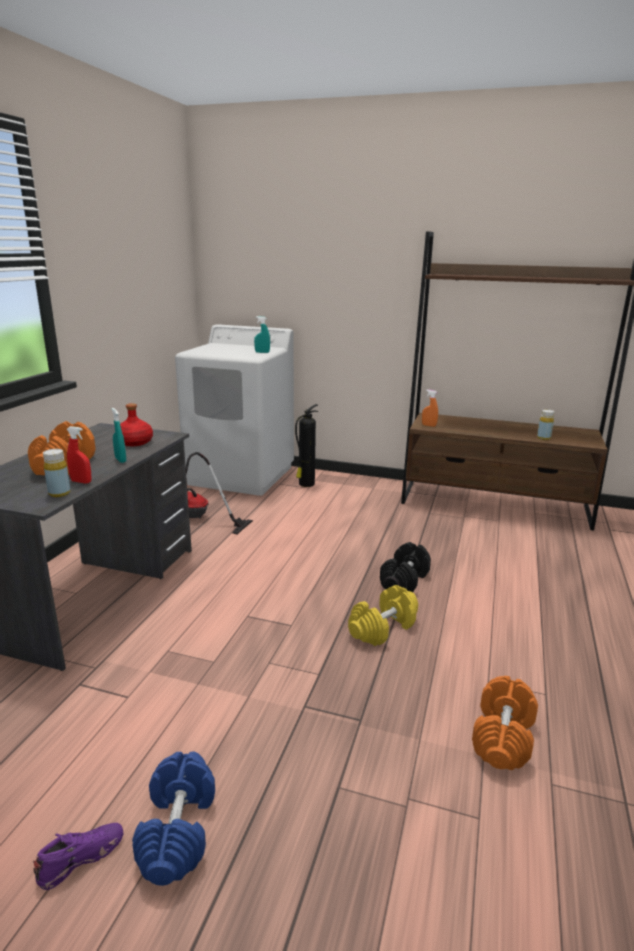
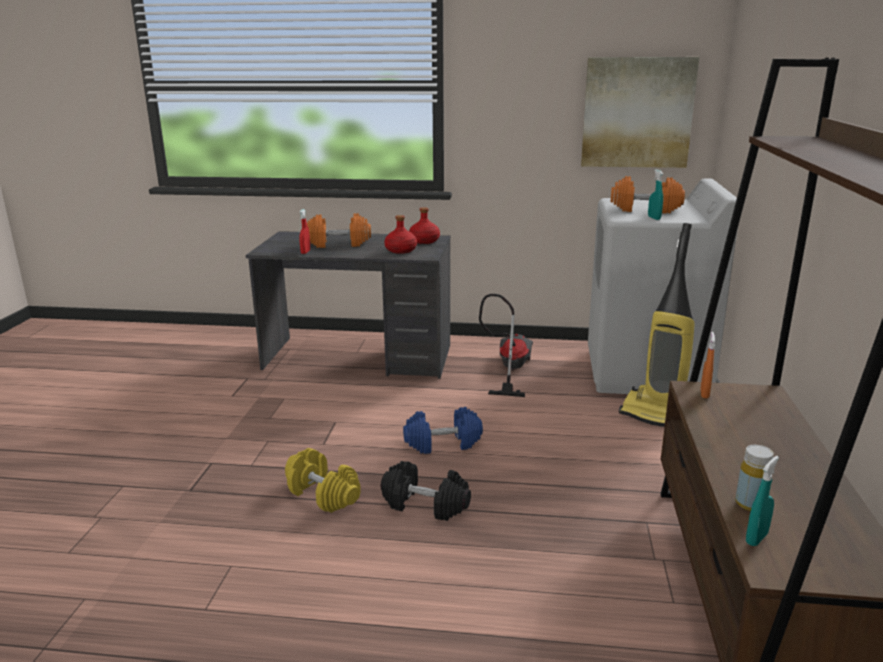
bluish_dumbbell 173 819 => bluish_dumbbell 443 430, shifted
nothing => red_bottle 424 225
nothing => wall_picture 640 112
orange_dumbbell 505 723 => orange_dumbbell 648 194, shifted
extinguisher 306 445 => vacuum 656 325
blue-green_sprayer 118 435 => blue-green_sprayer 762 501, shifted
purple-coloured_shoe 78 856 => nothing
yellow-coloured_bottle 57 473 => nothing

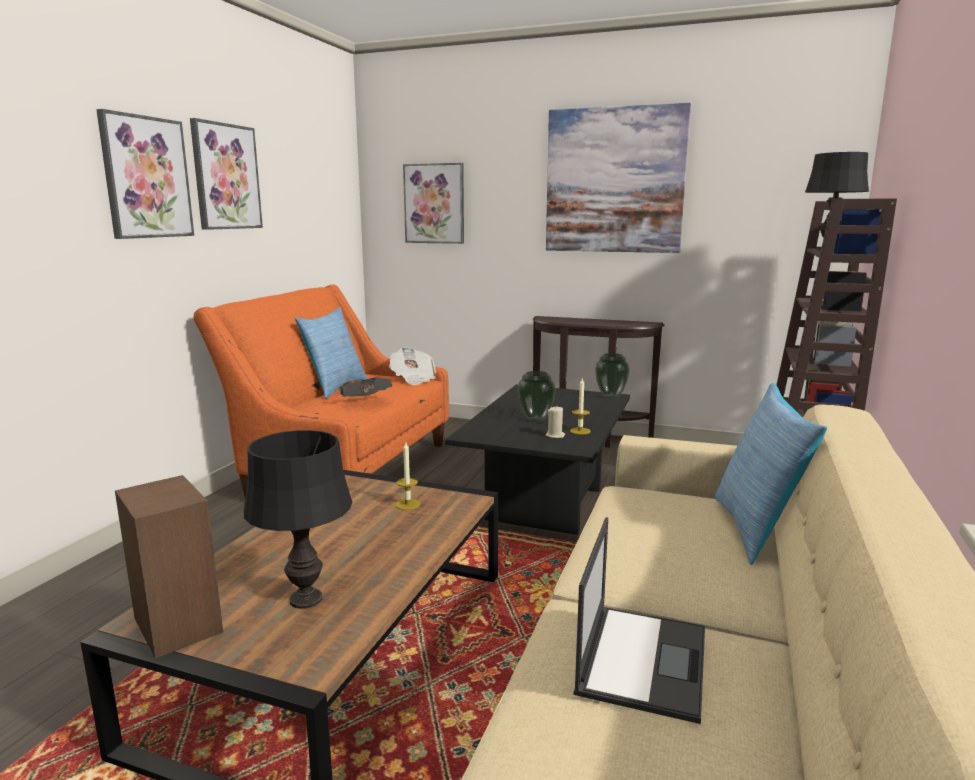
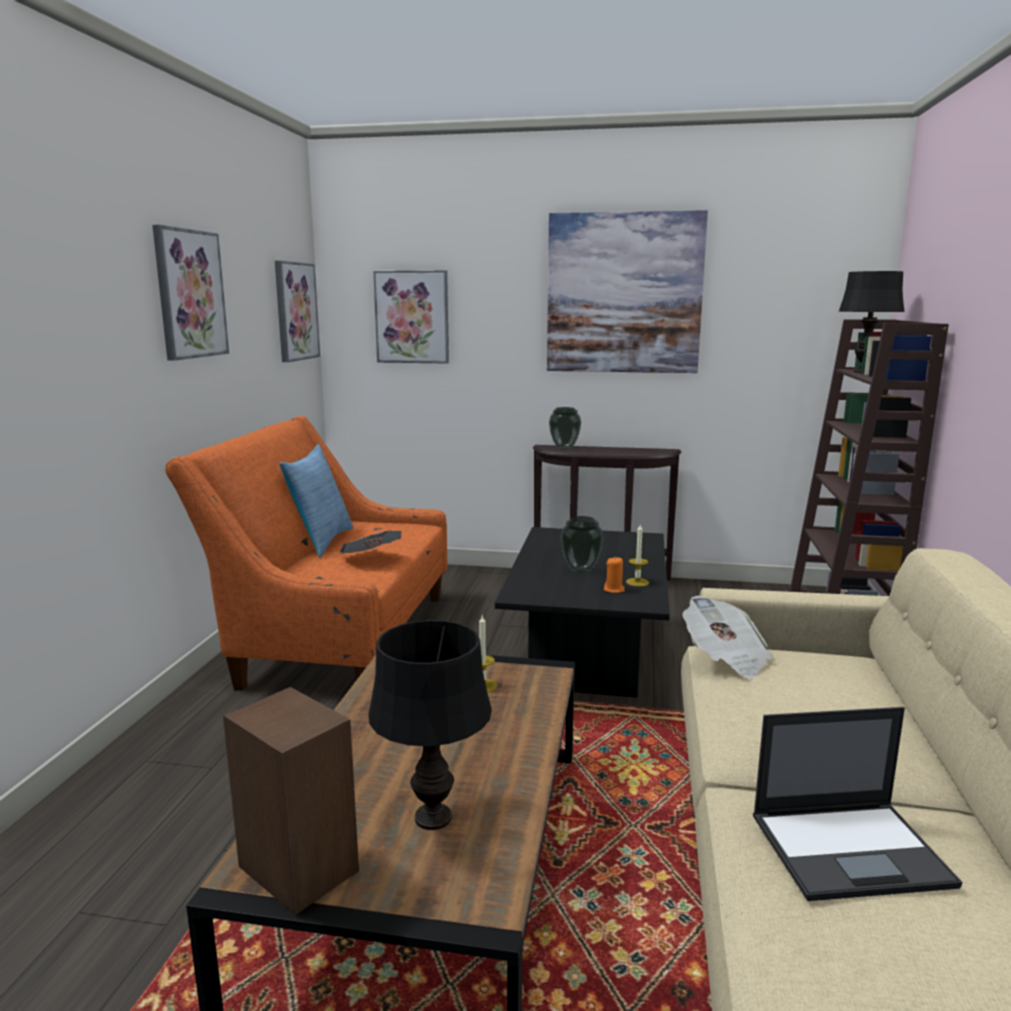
wall_picture 145 174 => wall_picture 297 311, shifted
decorative_vase 612 375 => decorative_vase 565 428, shifted
beige-coloured_candle 555 422 => orange_candle 614 575
daily_paper 412 366 => daily_paper 727 637, shifted
notebook_computer 639 620 => notebook_computer 857 804, 75 degrees clockwise
pillow 770 474 => nothing

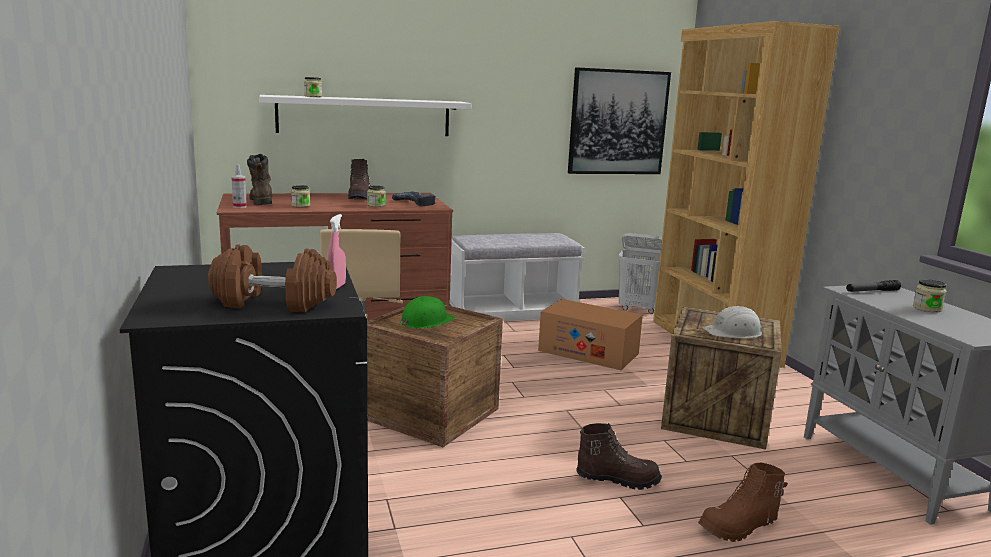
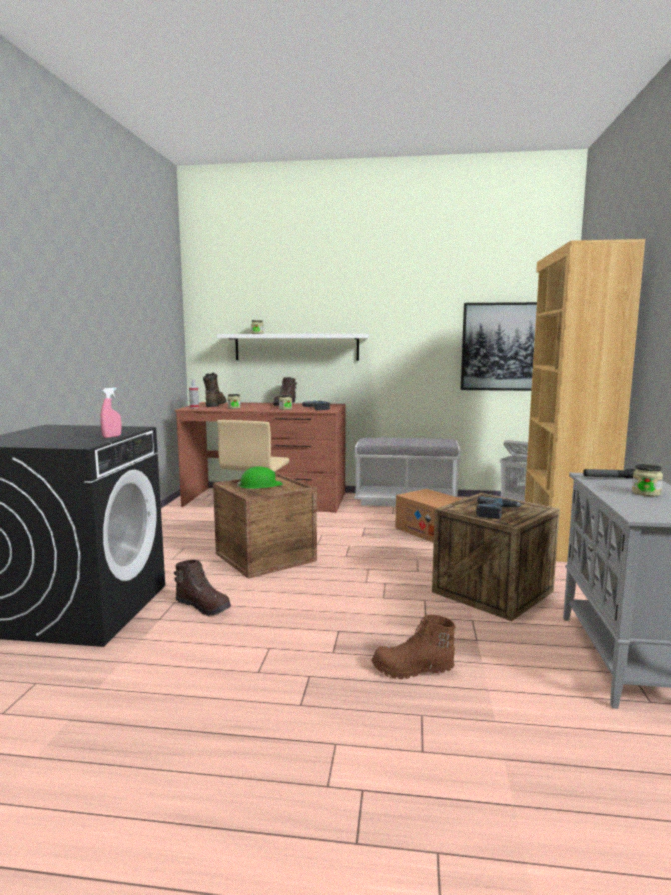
brown-coloured_tall_boot 619 456 => brown-coloured_tall_boot 202 588, shifted
white_safety_helmet 732 322 => electric_drill 499 507
brown-coloured_dumbbell 272 278 => nothing

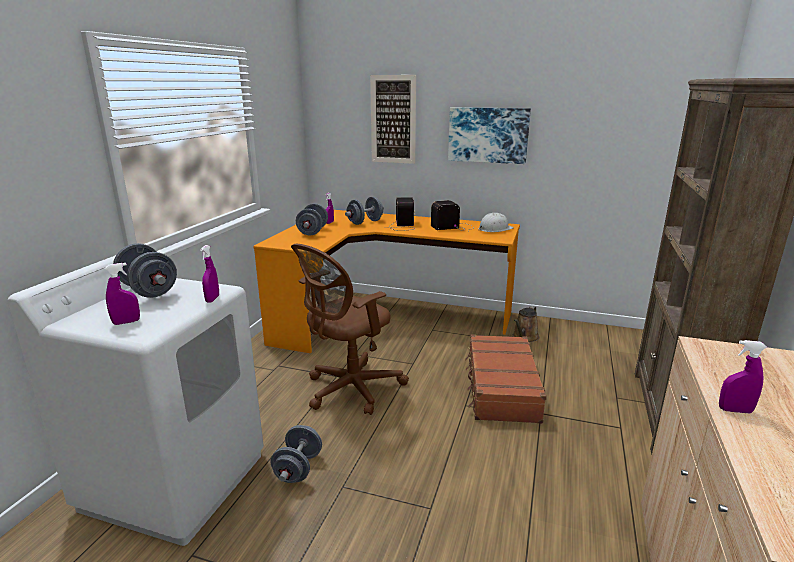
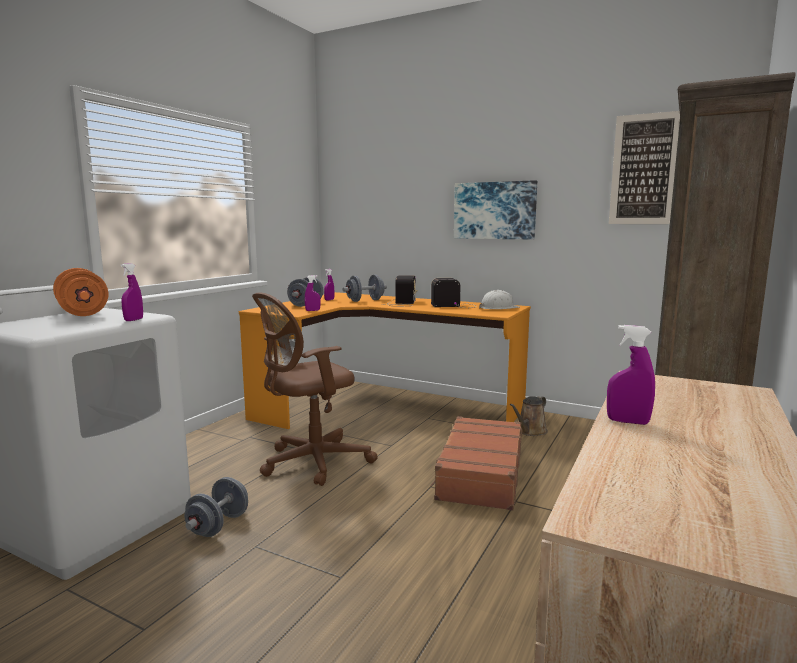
gray_dumbbell 145 270 => orange_dumbbell 80 292
purple-coloured_sprayer 122 294 => purple-coloured_sprayer 313 293, shifted
wall_picture 393 119 => wall_picture 644 167, shifted

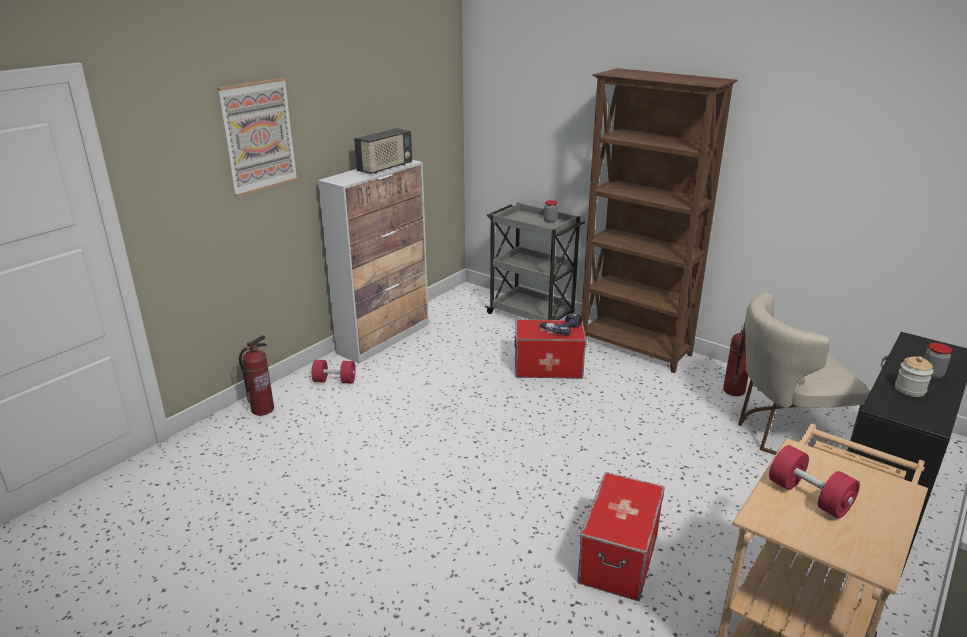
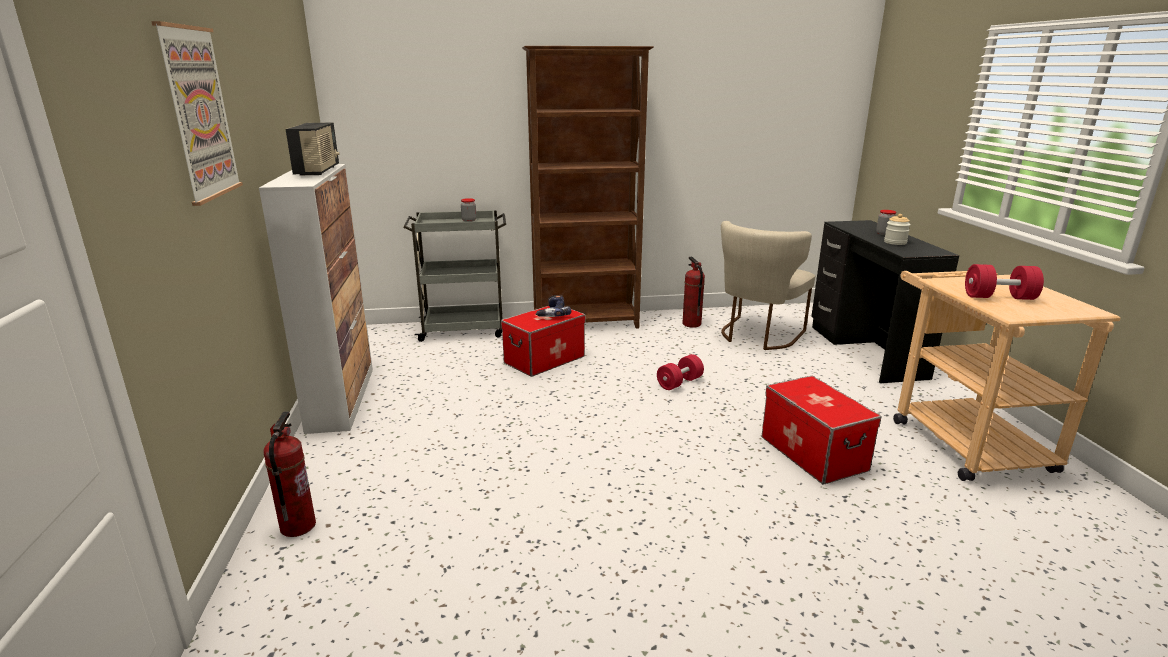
red_dumbbell 334 372 => red_dumbbell 680 372, shifted

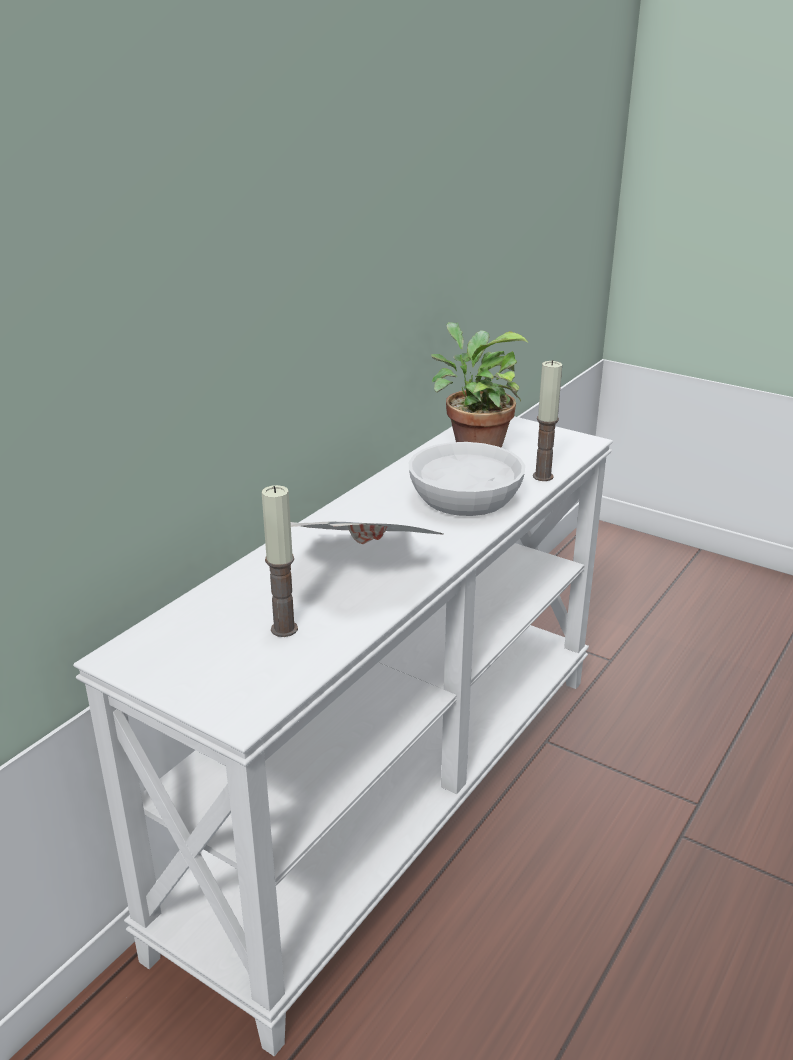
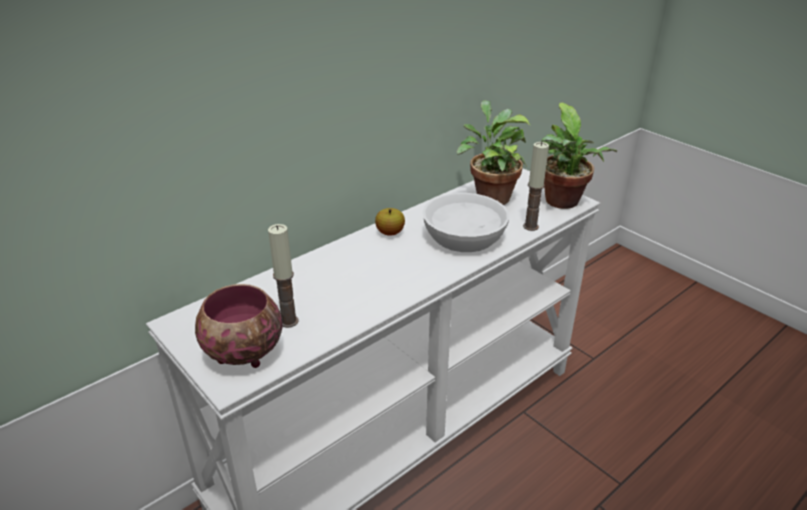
nothing => serving_bowl 239 326
nothing => apple_fruit 390 222
nothing => plant_in_a_pot 579 156
daily_paper 367 533 => nothing

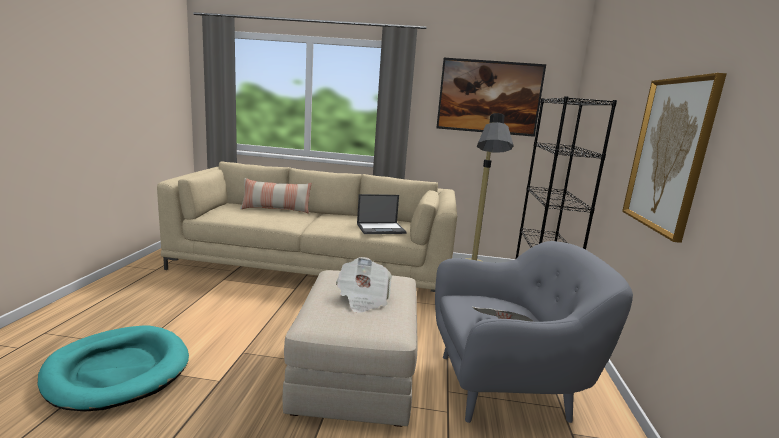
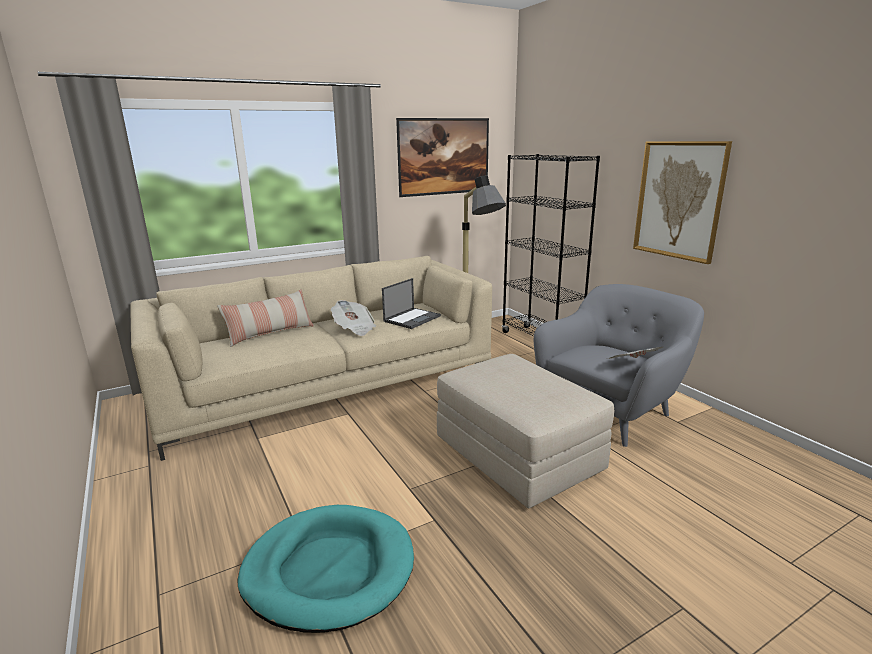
daily_paper 364 285 => daily_paper 353 318, shifted

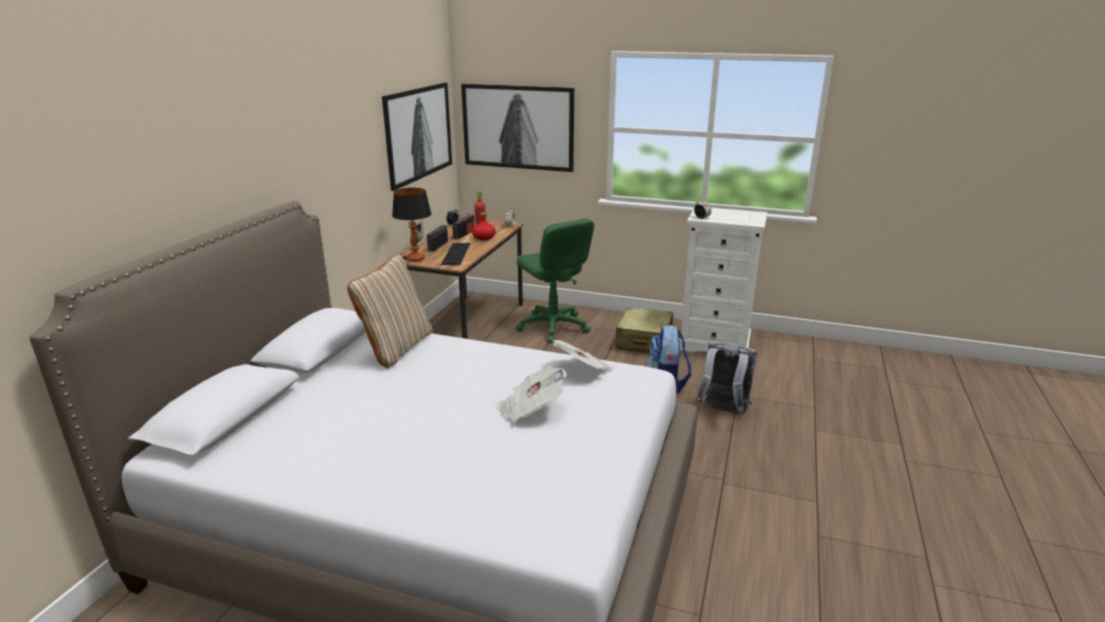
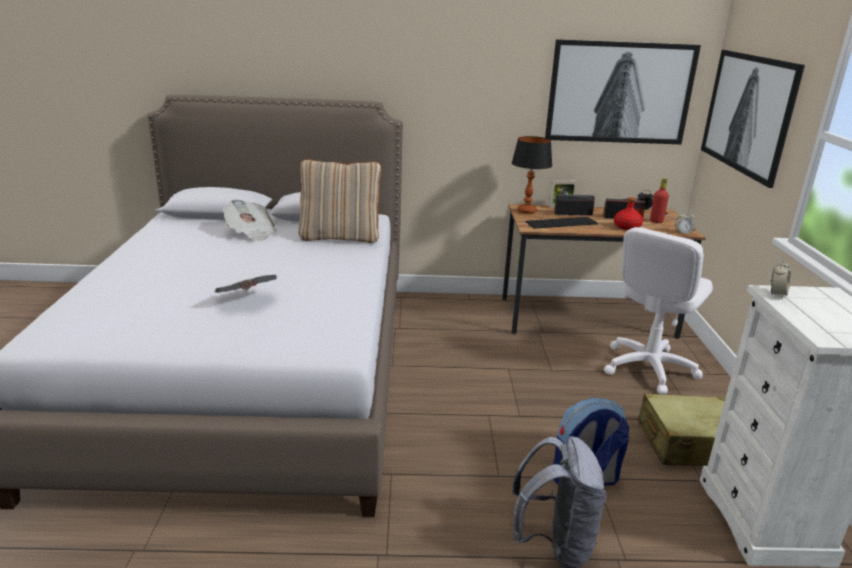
daily_paper 583 355 => daily_paper 250 220, shifted
green-coloured_computer_chair 555 281 => white_computer_chair 658 310

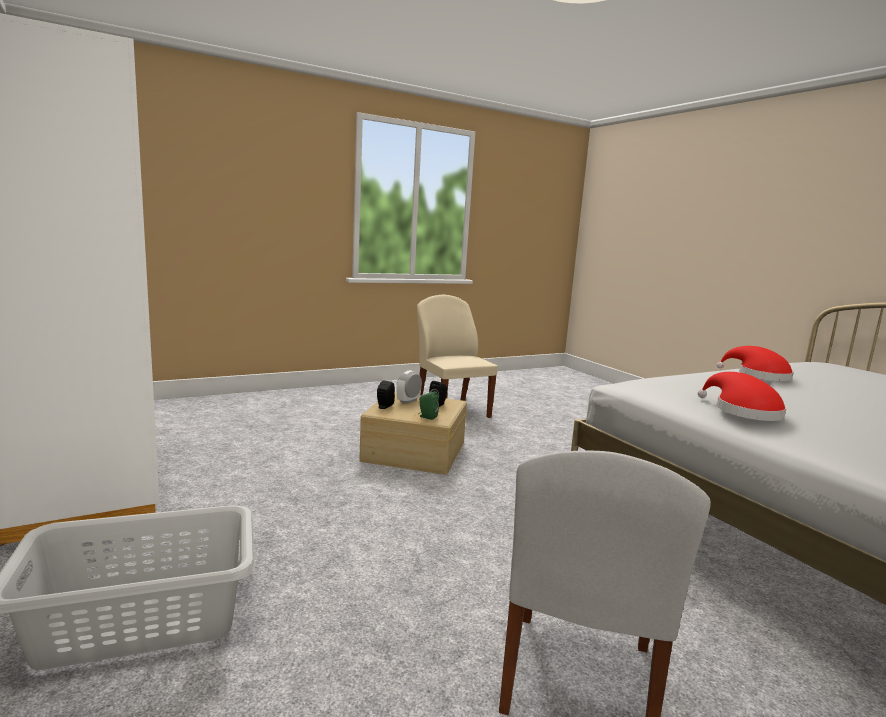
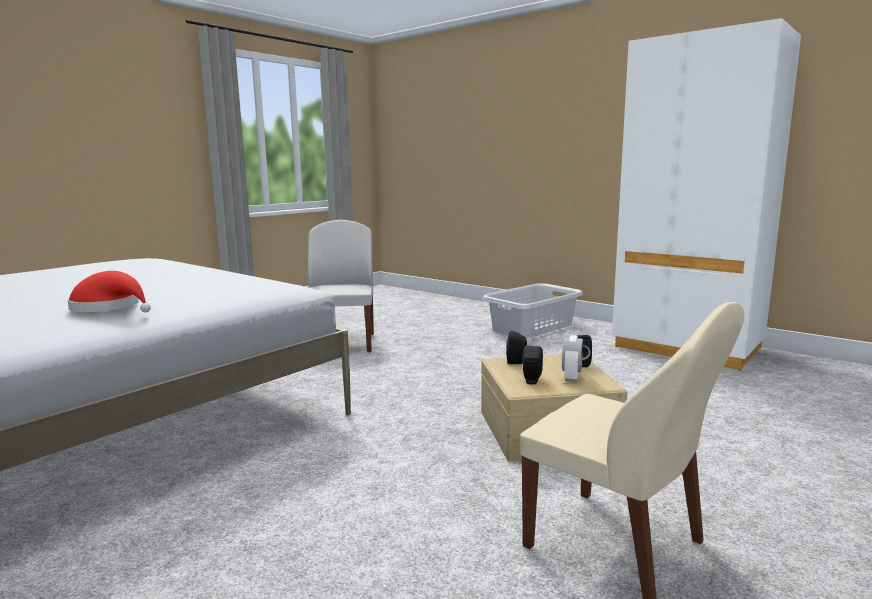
green-coloured_audio_speaker 429 405 => black_audio_speaker 516 347
red_wearable_hat 742 396 => nothing

